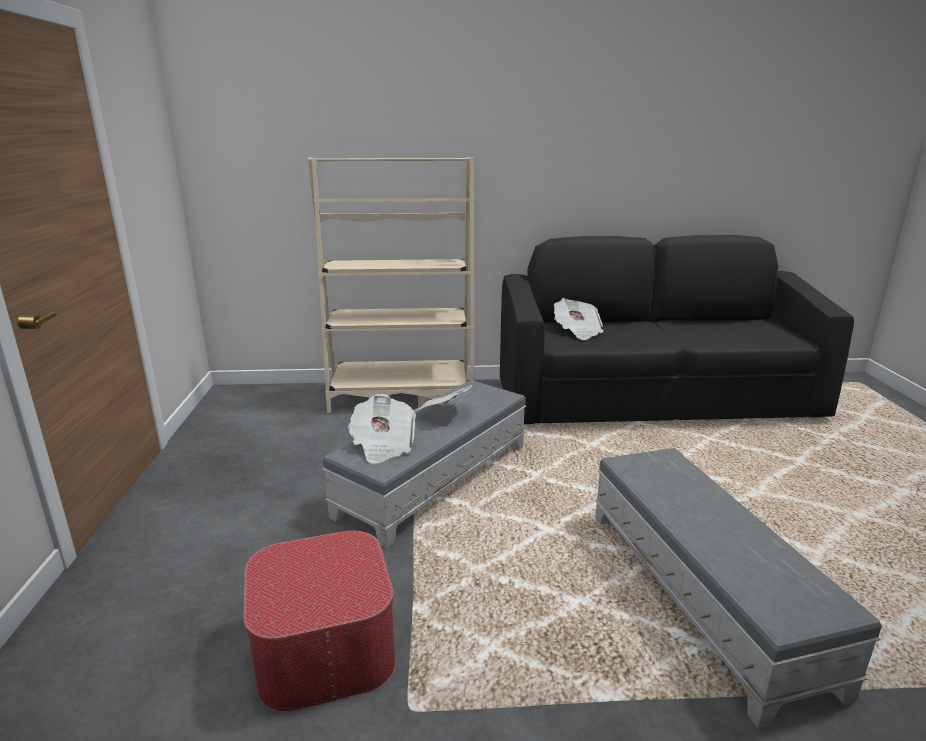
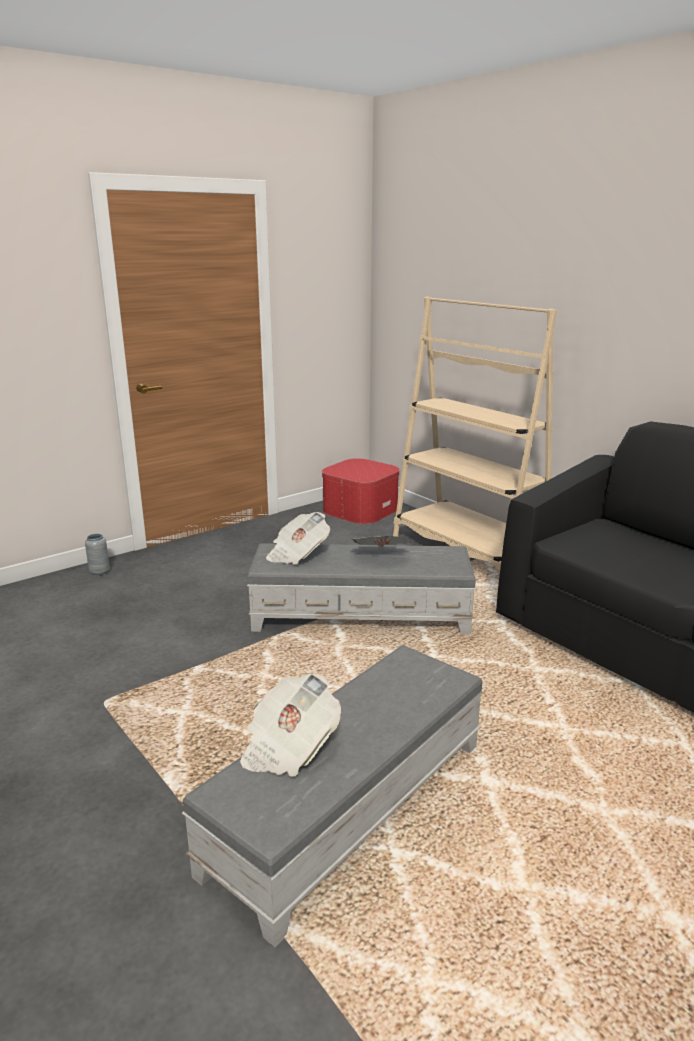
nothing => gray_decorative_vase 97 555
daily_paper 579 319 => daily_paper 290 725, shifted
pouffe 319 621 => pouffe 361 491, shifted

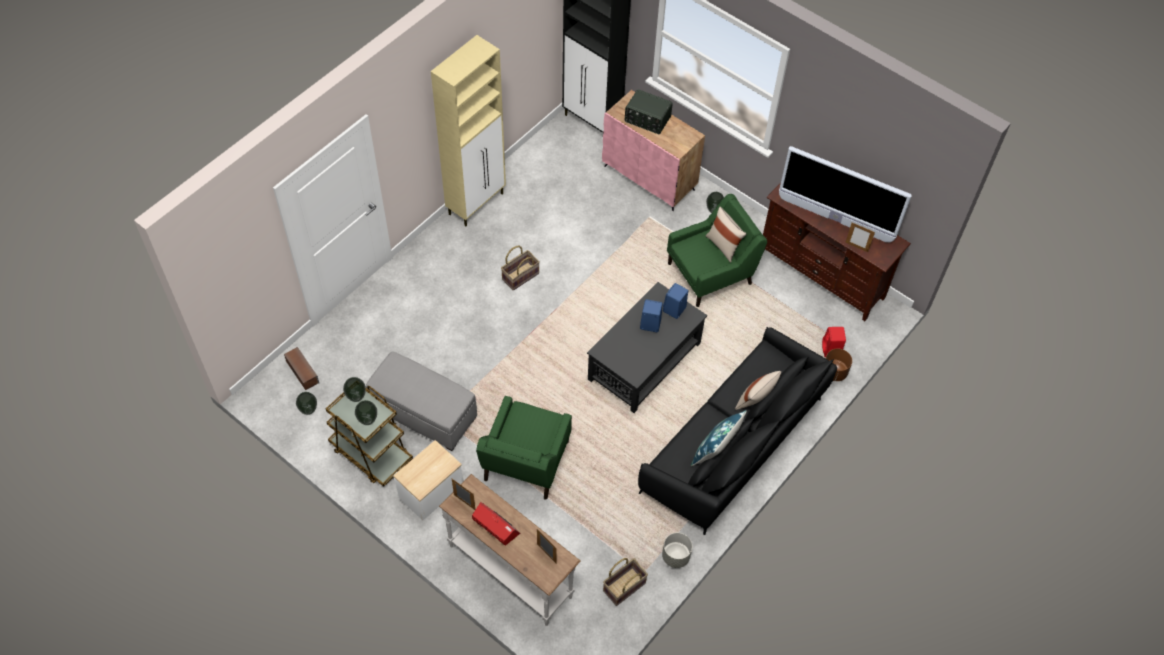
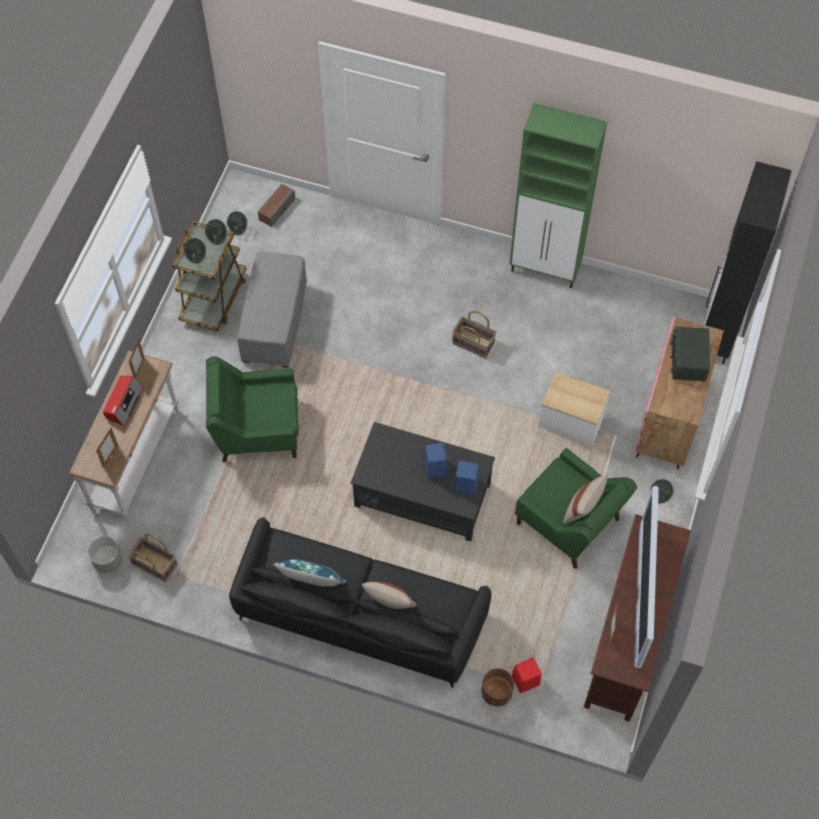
gray_planter 677 550 => gray_planter 105 554, shifted
beige-coloured_cabinet 468 130 => green-coloured_cabinet 558 195
end_table 428 480 => end_table 574 409, shifted

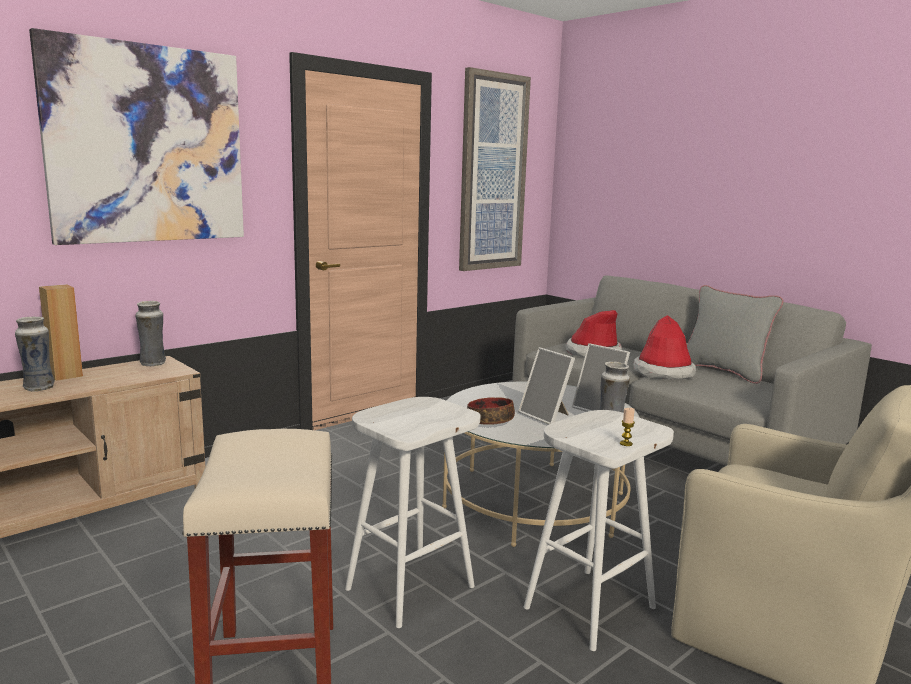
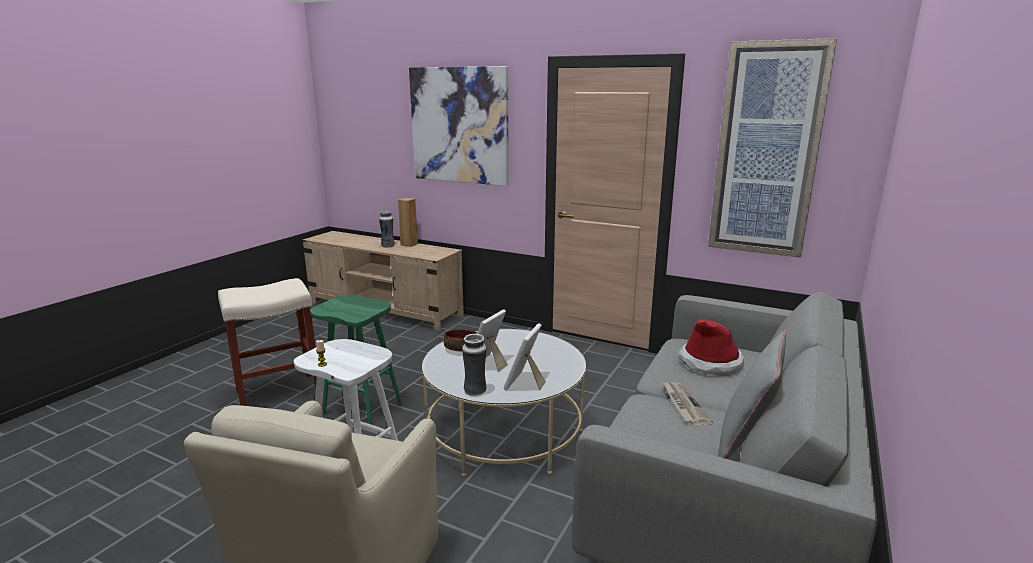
white_stool_seat 413 512 => green-coloured_stool_seat 356 360
wearable_hat 664 347 => daily_paper 687 403
decorative_vase 151 333 => nothing

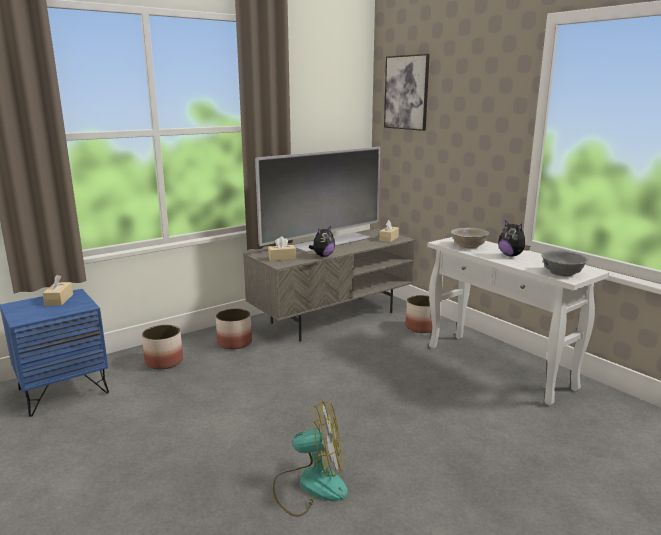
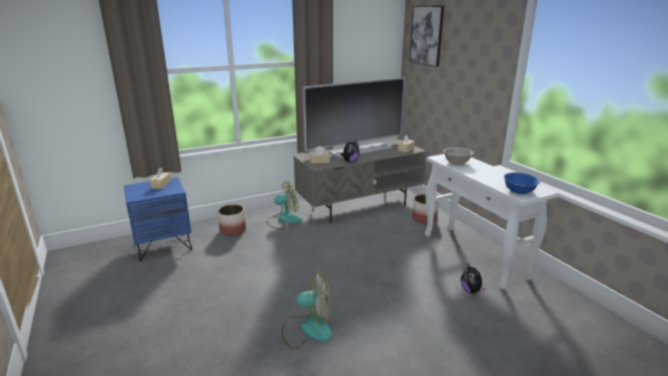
planter 234 328 => fan 284 205
soft_toy 514 238 => soft_toy 473 278, shifted
gray_serving_bowl 564 263 => bluish_serving_bowl 522 183

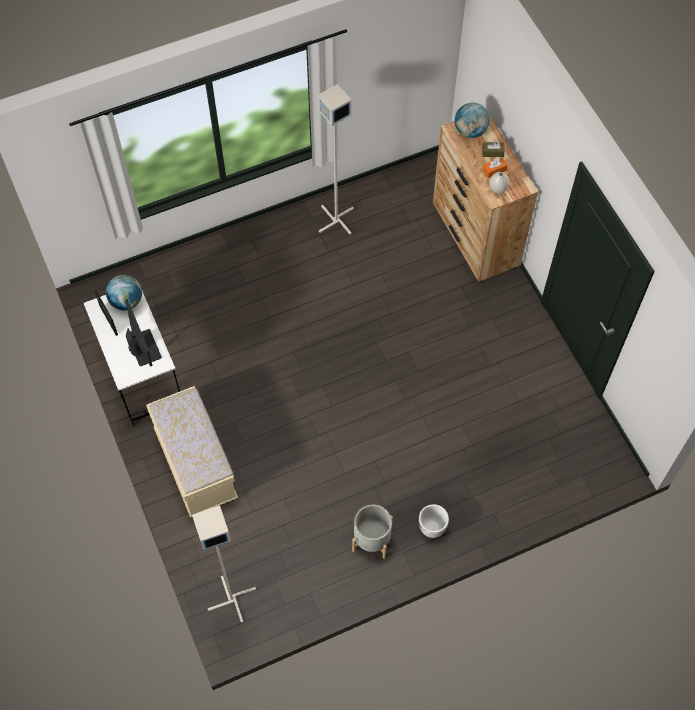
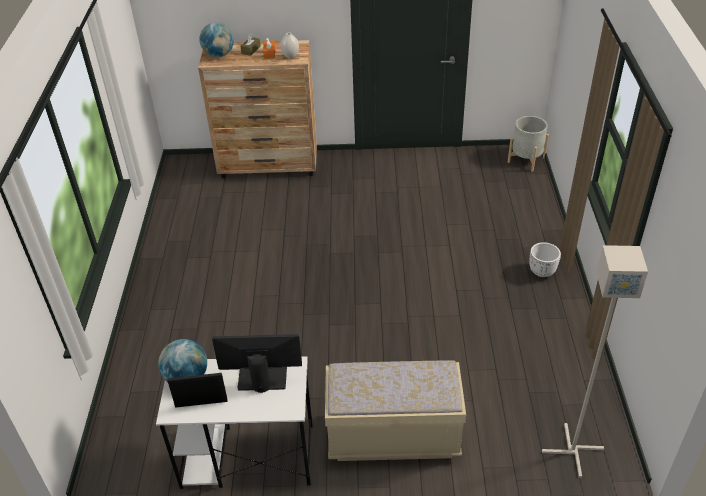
gray_planter 372 532 => gray_planter 528 144, shifted
gray_floor_lamp 336 159 => nothing

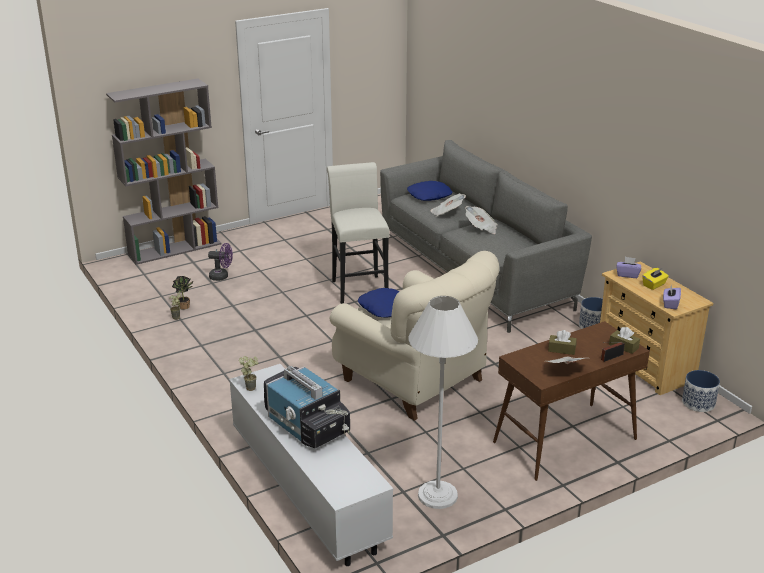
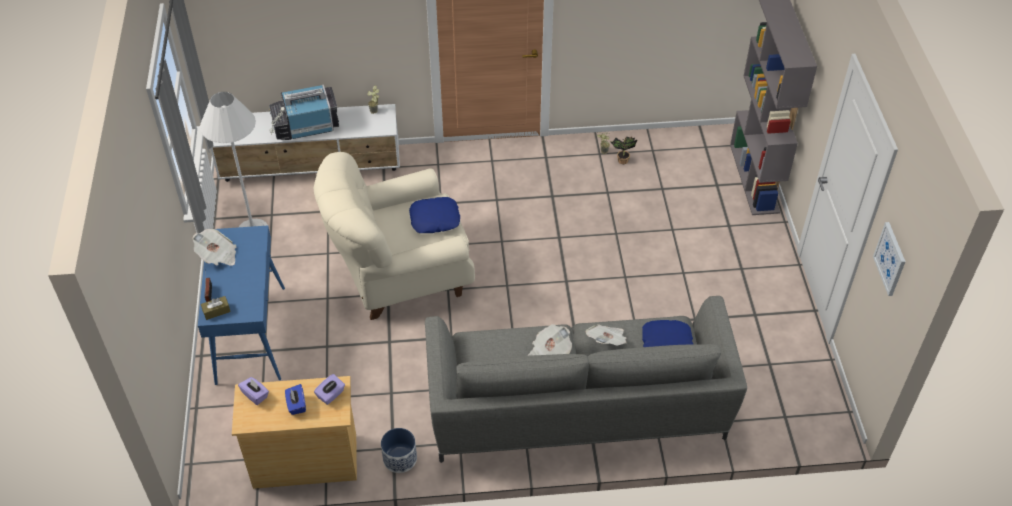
brown-coloured_console_table 571 401 => bluish_console_table 241 305
yellow-coloured_tissue_box 655 279 => bluish_tissue_box 295 399
nothing => wall_picture 889 259
purple-coloured_fan 220 262 => nothing
white_stool_seat 358 233 => nothing
brown-coloured_tissue_box 562 342 => nothing
planter 701 391 => nothing

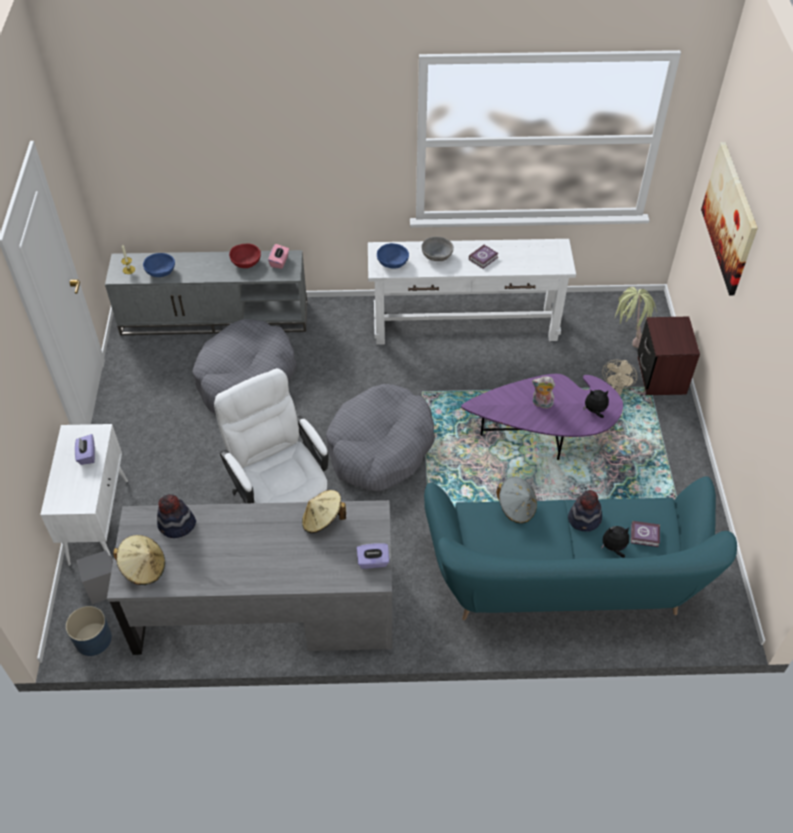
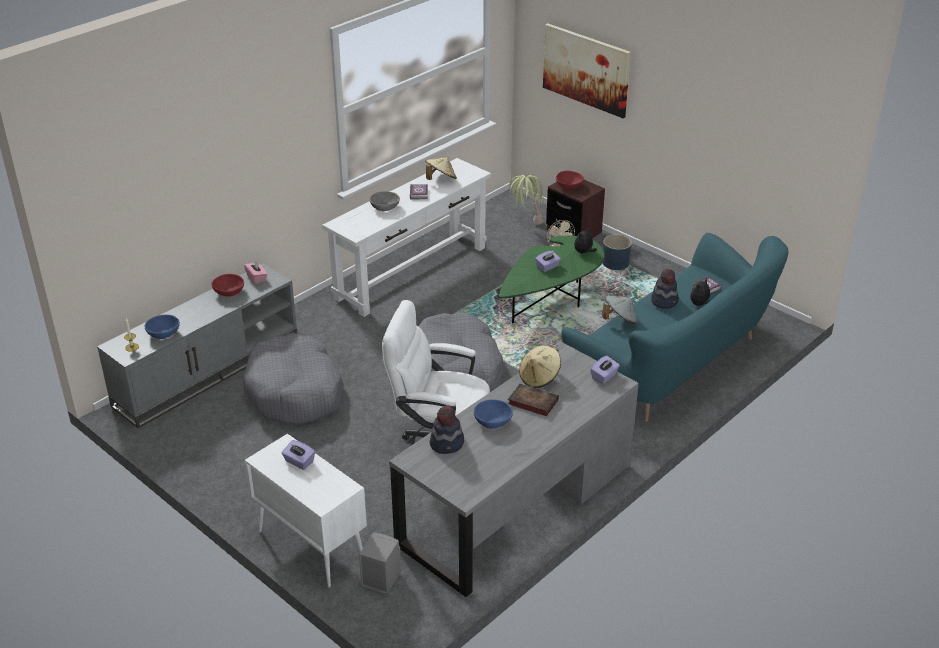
beige-coloured_wearable_hat 139 560 => beige-coloured_wearable_hat 441 168, shifted
bluish_serving_bowl 393 255 => bluish_serving_bowl 493 414, shifted
purple-coloured_coffee_table 542 417 => green-coloured_coffee_table 551 279
nothing => bound_book 533 400
soft_toy 543 392 => purple-coloured_tissue_box 548 261
nothing => red_serving_bowl 570 180
bluish_planter 89 631 => bluish_planter 617 252, shifted

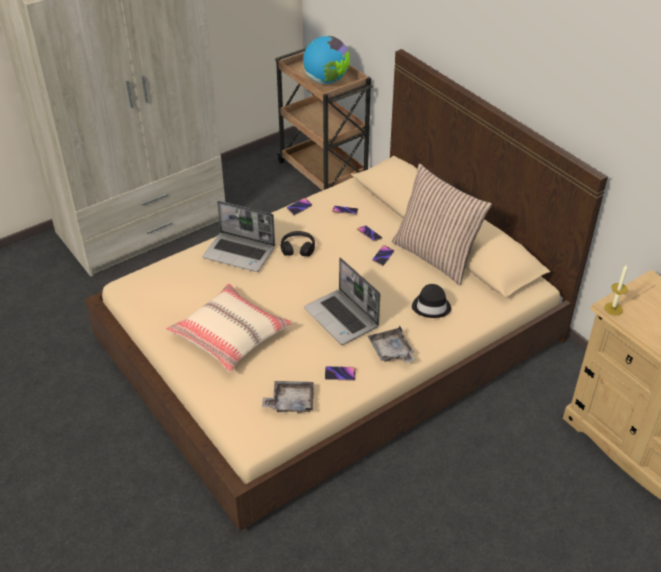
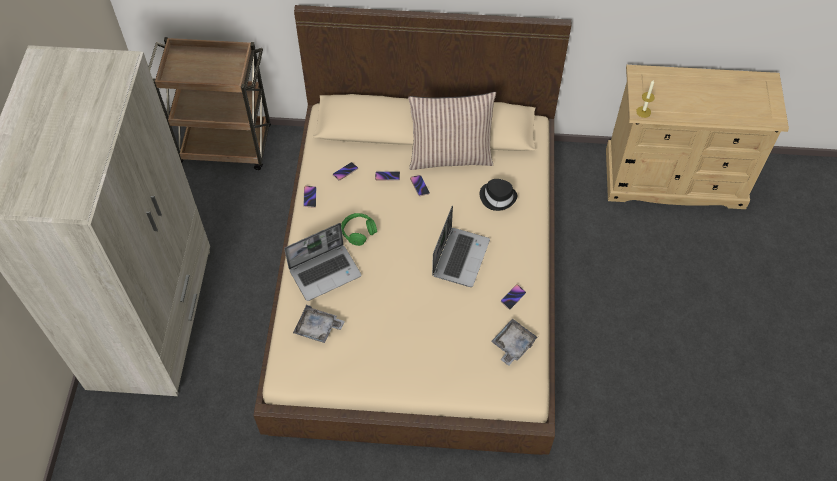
gray_tray 391 344 => gray_tray 319 324, shifted
black_pair_of_headphones 298 244 => green-coloured_pair_of_headphones 359 229
notebook_computer 342 301 => notebook_computer 461 246, 75 degrees counterclockwise
beige-coloured_pillow 229 328 => nothing
world_globe 326 60 => nothing

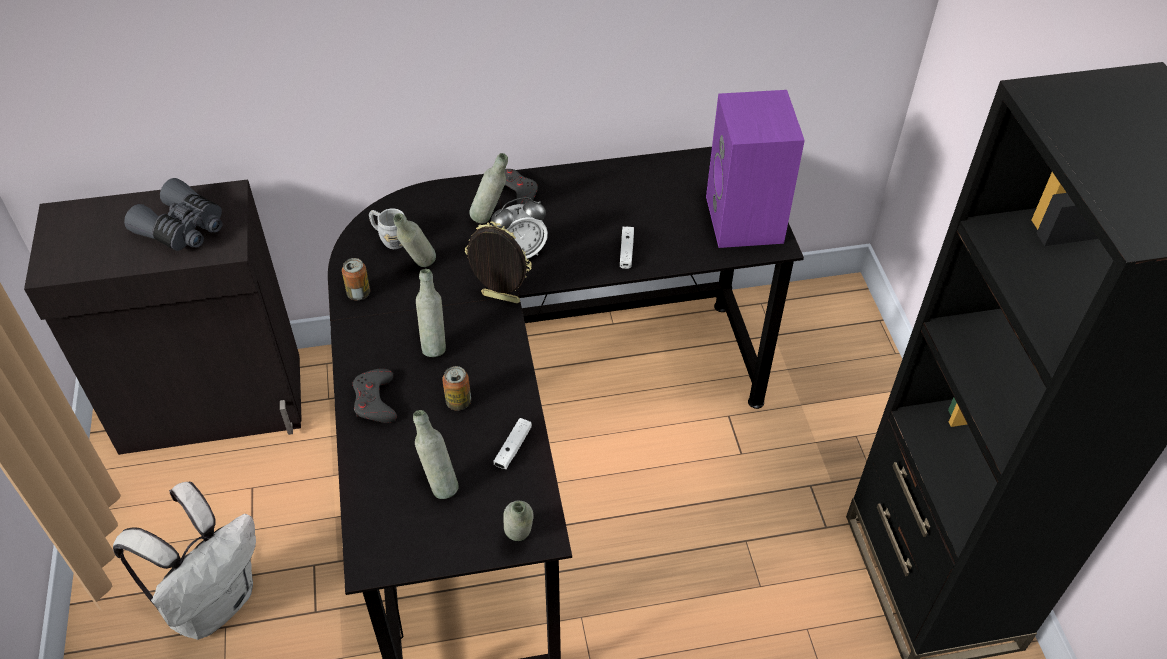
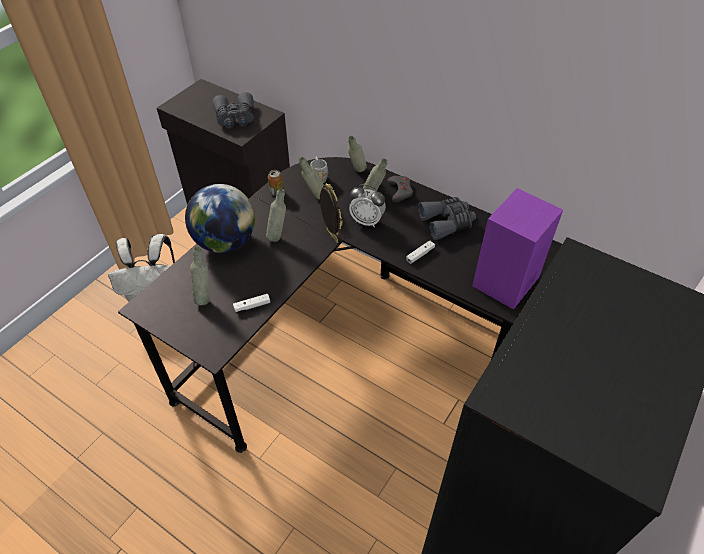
gray_game_controller 374 396 => world_globe 220 218
gray_bottle 518 520 => gray_bottle 357 154, shifted
nothing => gray_binoculars 447 218
sealed_can 456 388 => nothing

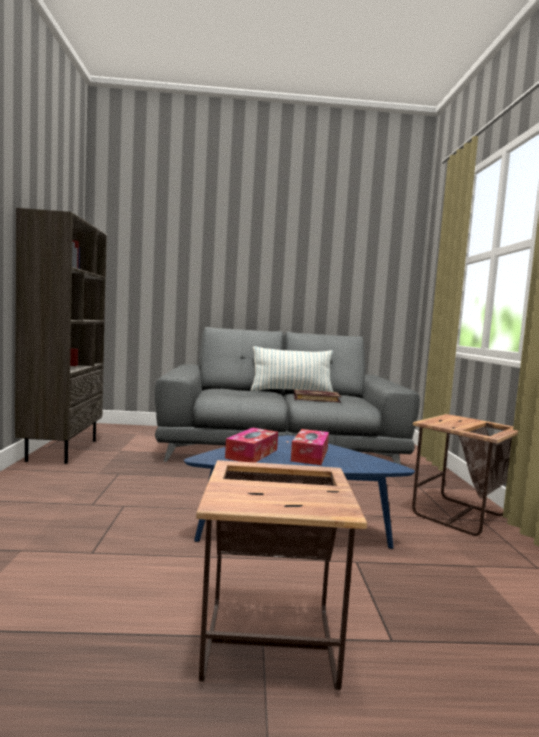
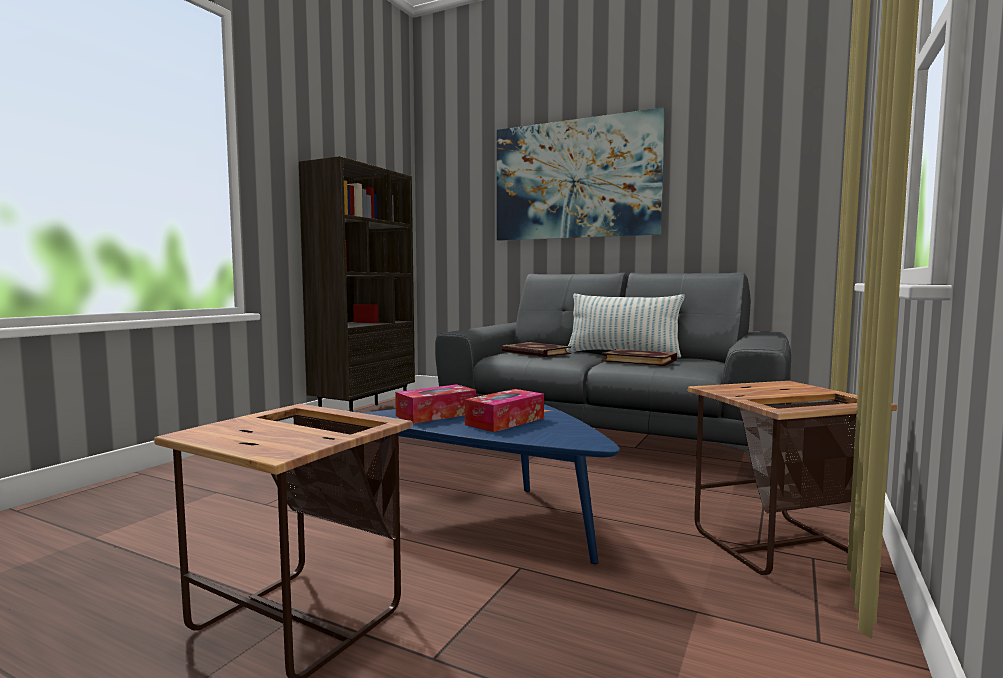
nothing => wall_picture 581 174
nothing => bound_book 536 349

